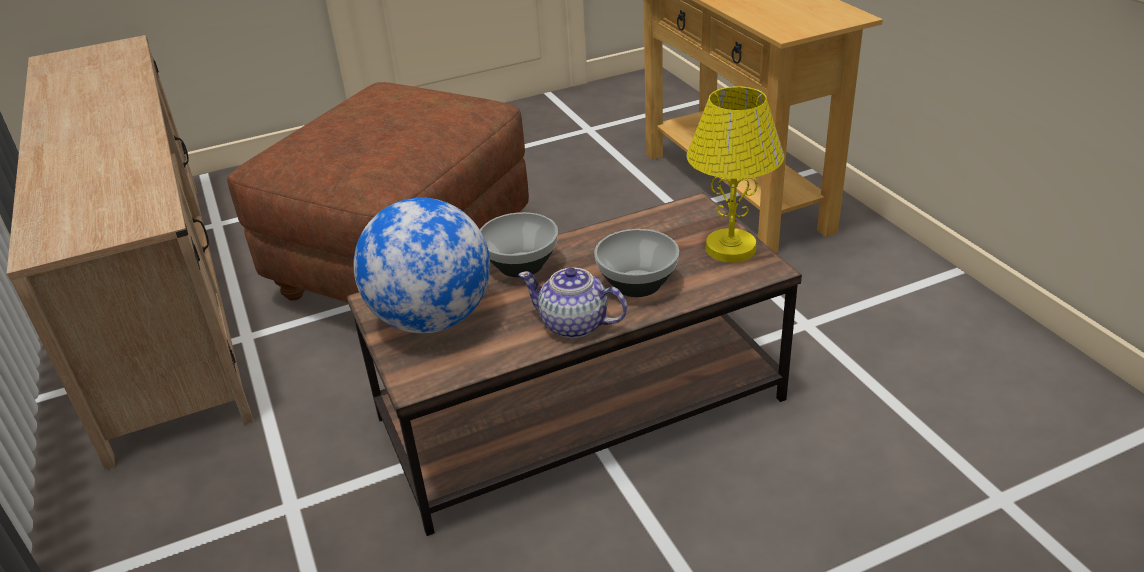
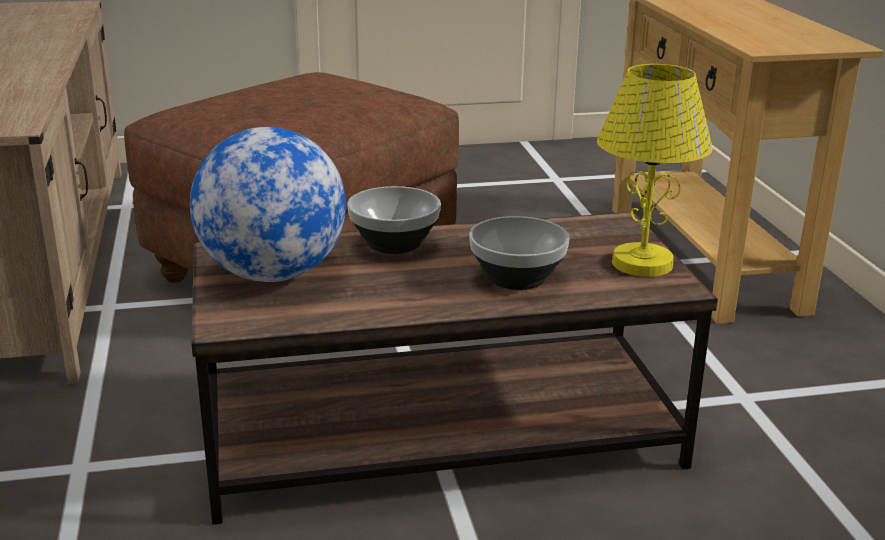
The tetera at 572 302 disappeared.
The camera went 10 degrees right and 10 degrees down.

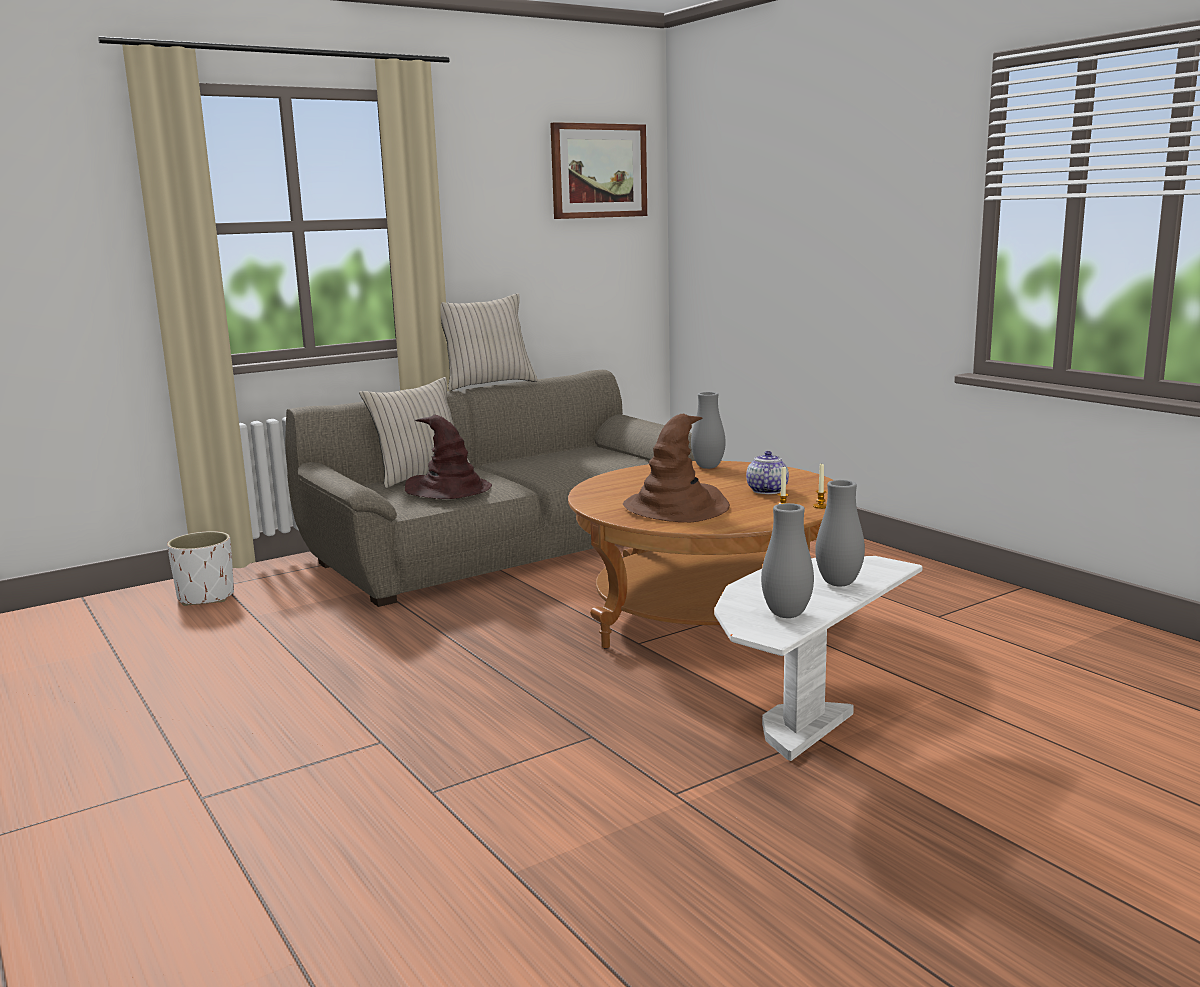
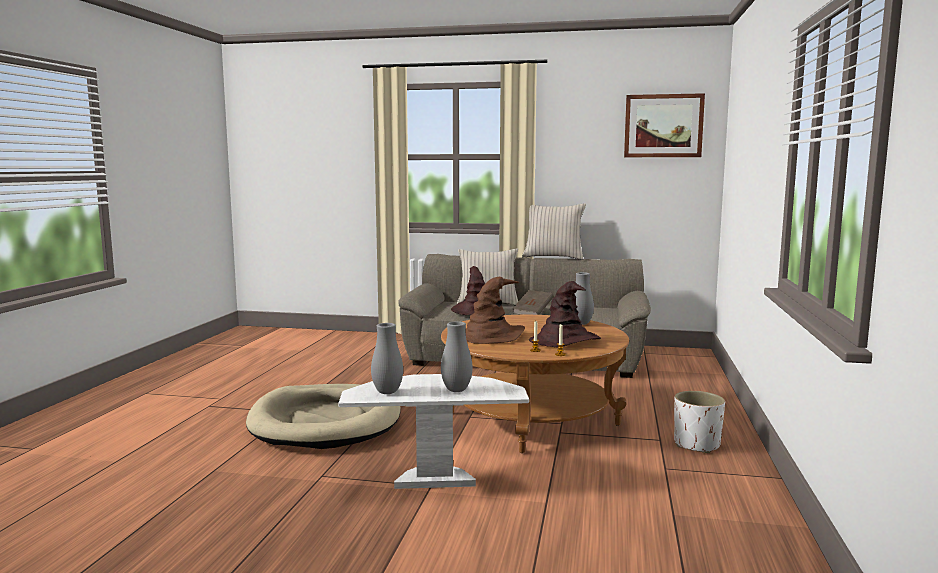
The cama para perro (beis) at 323 416 appeared.
The libro (marrón) at 533 302 appeared.
The maceta (blanco) moved from 200 568 to 699 422.
The tetera at 767 472 was replaced by the sombrero (marrón) at 565 314.
The camera went 45 degrees right and 5 degrees down.

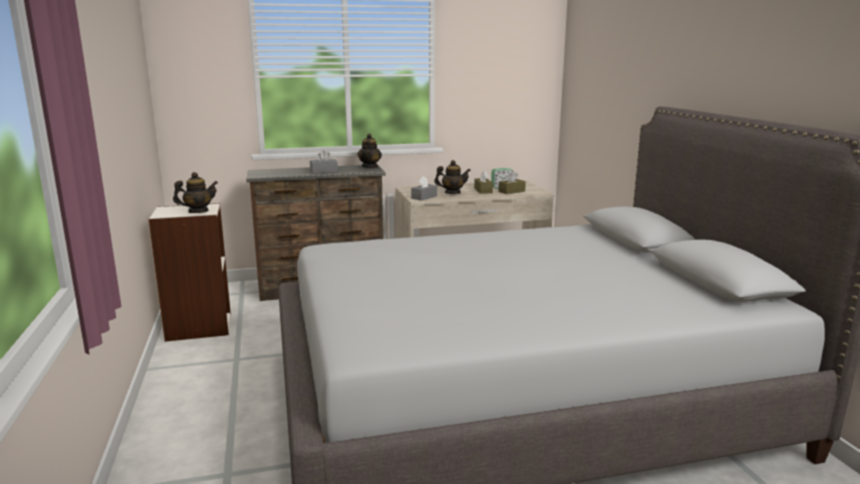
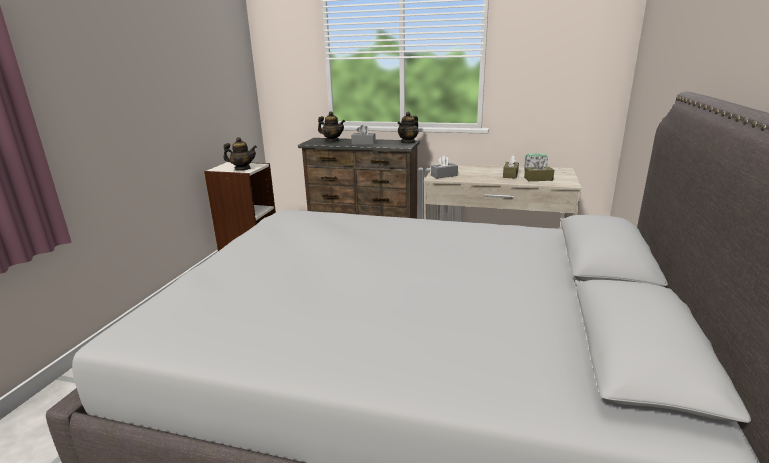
The tetera moved from 452 177 to 331 126.
The camera went 30 degrees right and 5 degrees up.

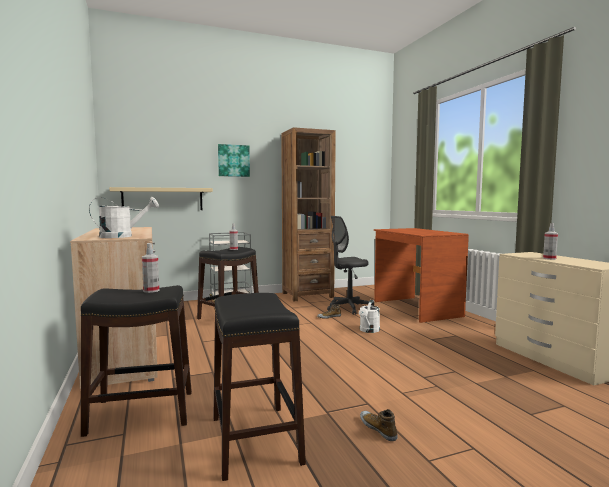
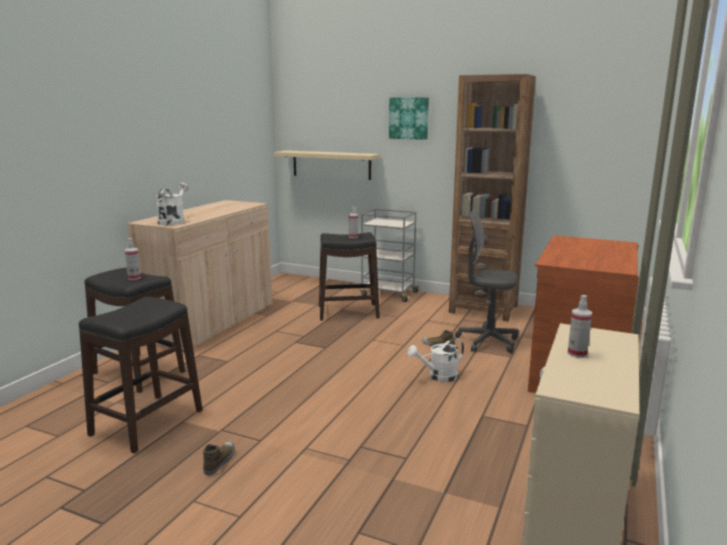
The regadera (blanco) at 124 217 turned 105 degrees counterclockwise.
The camera went 45 degrees right and 10 degrees up.

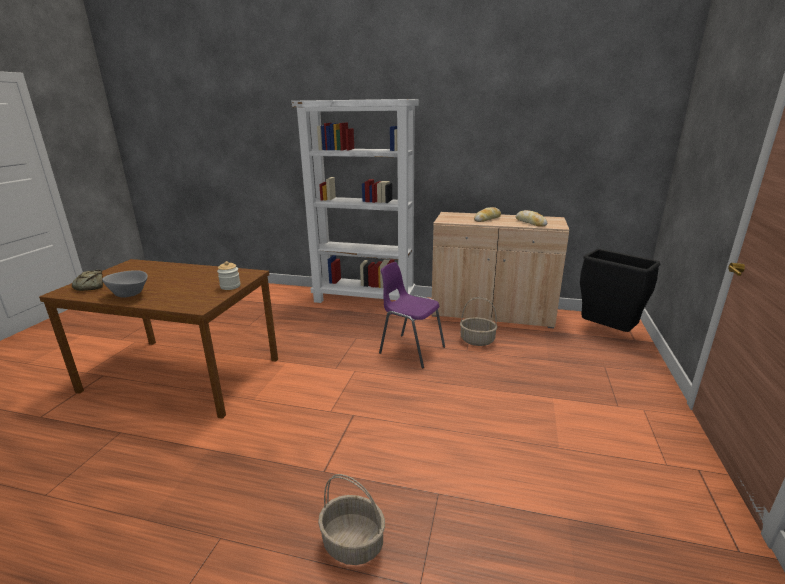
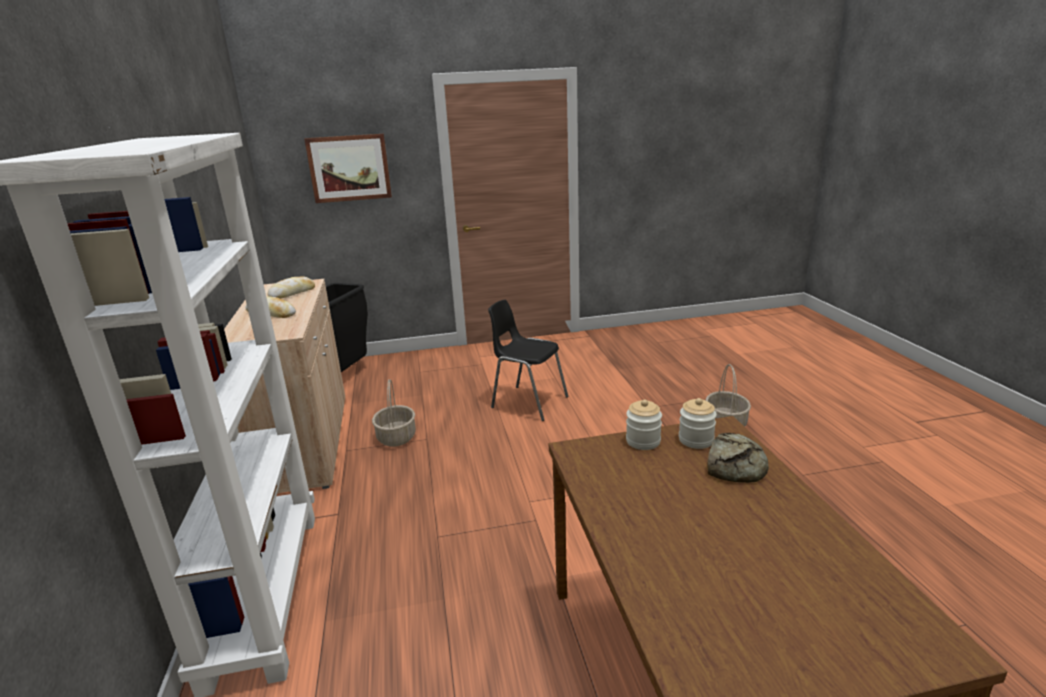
The cuenco (gris) at 125 284 disappeared.
The silla (morado) at 412 315 disappeared.
The cuadro at 348 168 appeared.
The silla (negro) at 528 360 appeared.
The tarro at 698 423 appeared.
The pan moved from 87 280 to 738 458.
The camera went 115 degrees left and 0 degrees up.

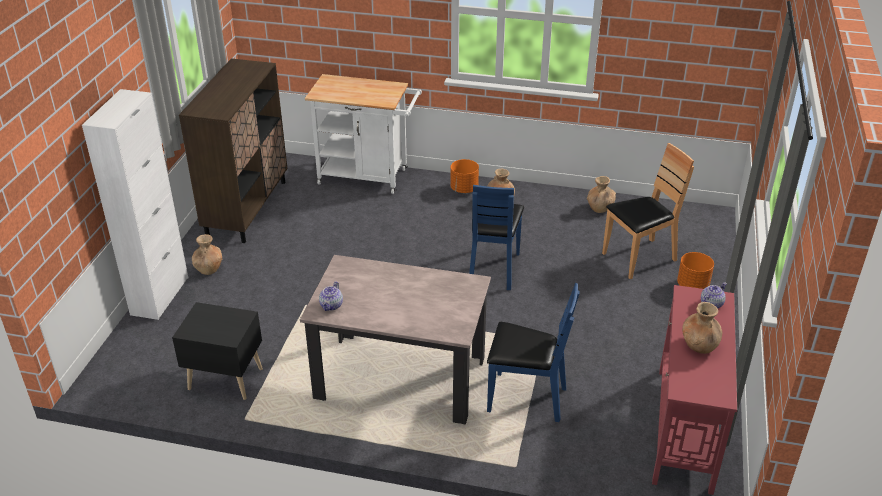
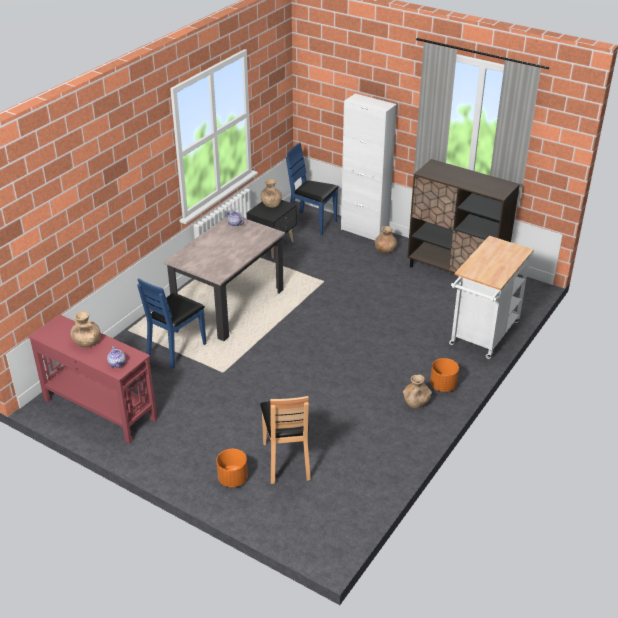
The silla (azul) moved from 496 237 to 312 189.
The florero (marrón) moved from 601 194 to 271 193.
The camera went 110 degrees right and 0 degrees up.

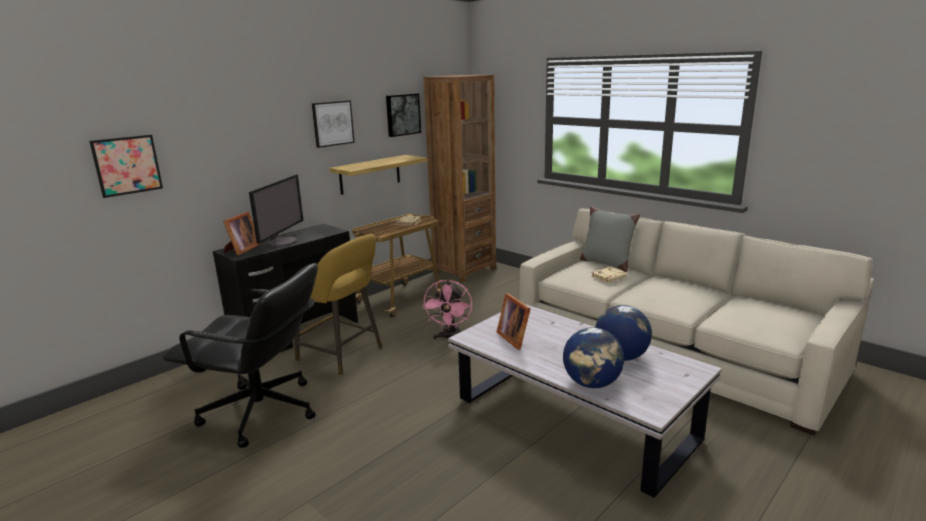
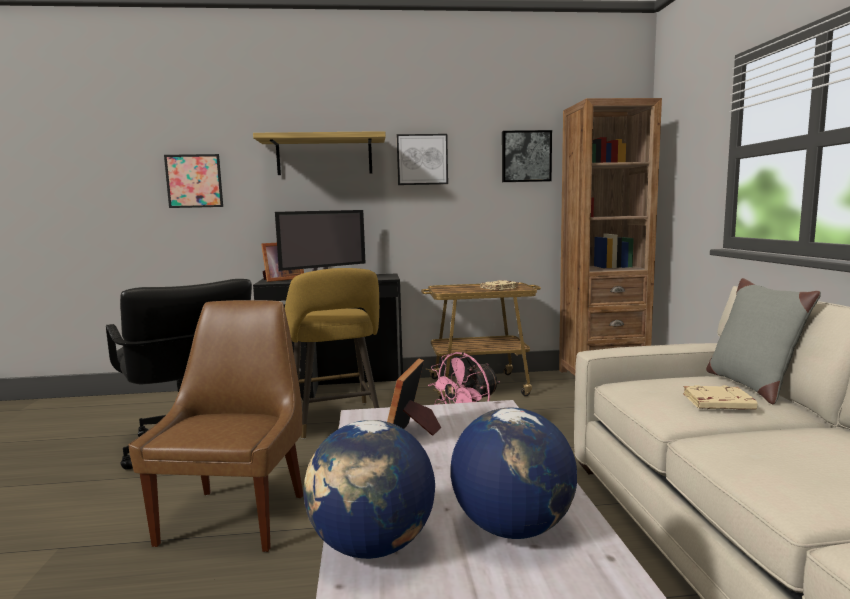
The silla (marrón) at 215 426 appeared.
The estante moved from 378 175 to 319 153.
The camera went 40 degrees right and 10 degrees down.

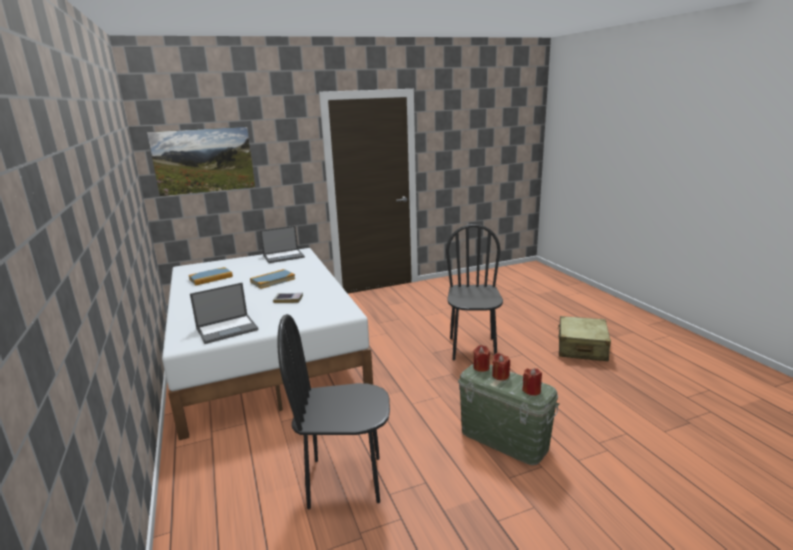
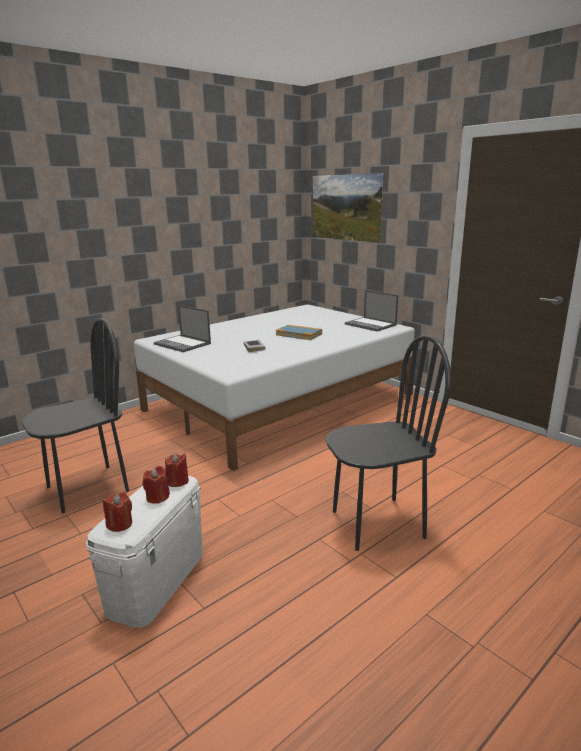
The libro at 210 276 disappeared.
The maleta (beis) at 584 338 disappeared.
The caja de almacenaje (verde) at 509 414 became the caja de almacenaje (blanco) at 144 551.
The silla (negro) at 333 411 turned 75 degrees clockwise.
The camera went 70 degrees right and 0 degrees up.

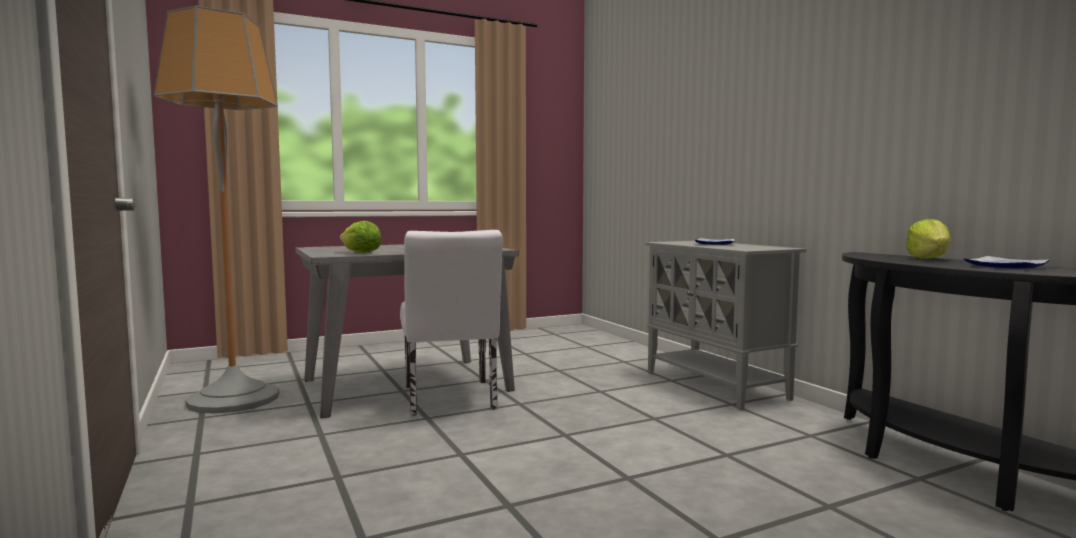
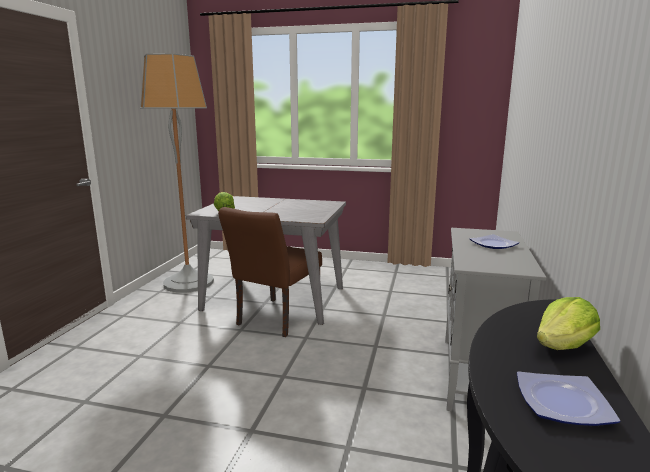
The silla (blanco) at 451 323 became the silla (marrón) at 270 272.
The camera went 40 degrees right and 10 degrees up.

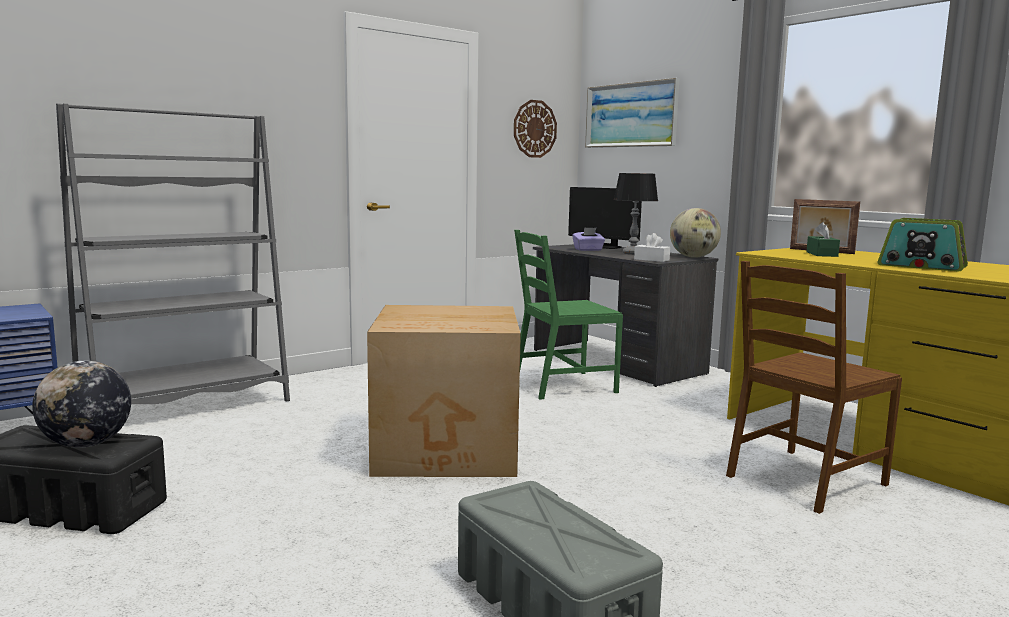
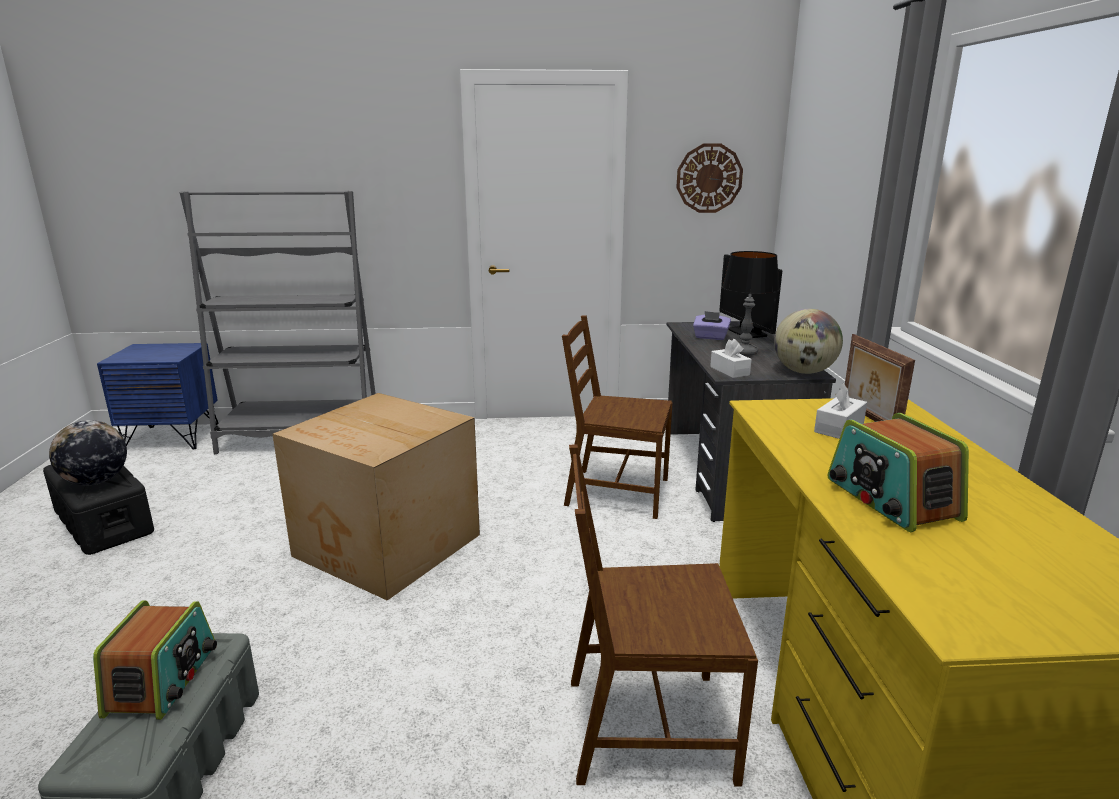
The cuadro at 632 113 disappeared.
The radio at 155 660 appeared.
The silla (verde) at 568 315 became the silla (marrón) at 617 417.
The caja de pañuelos (verde) at 823 239 became the caja de pañuelos (blanco) at 840 411.
The camera went 35 degrees right and 10 degrees up.

